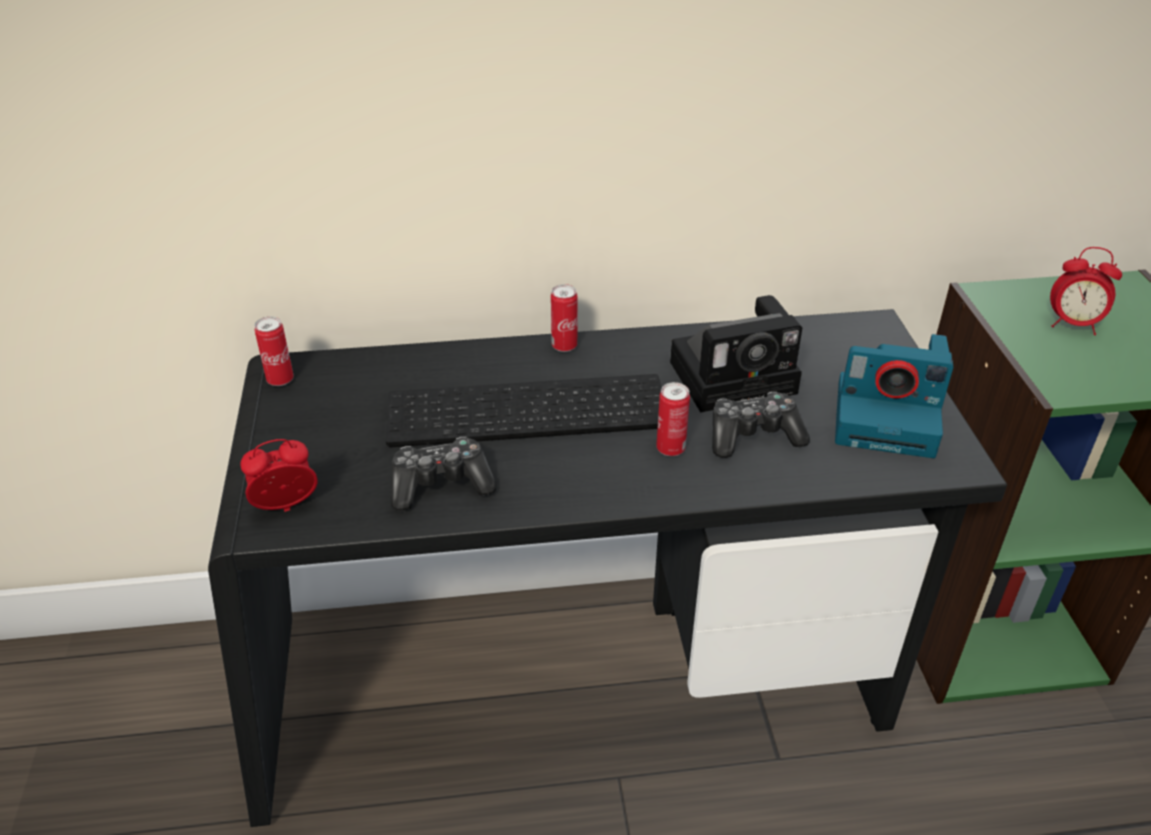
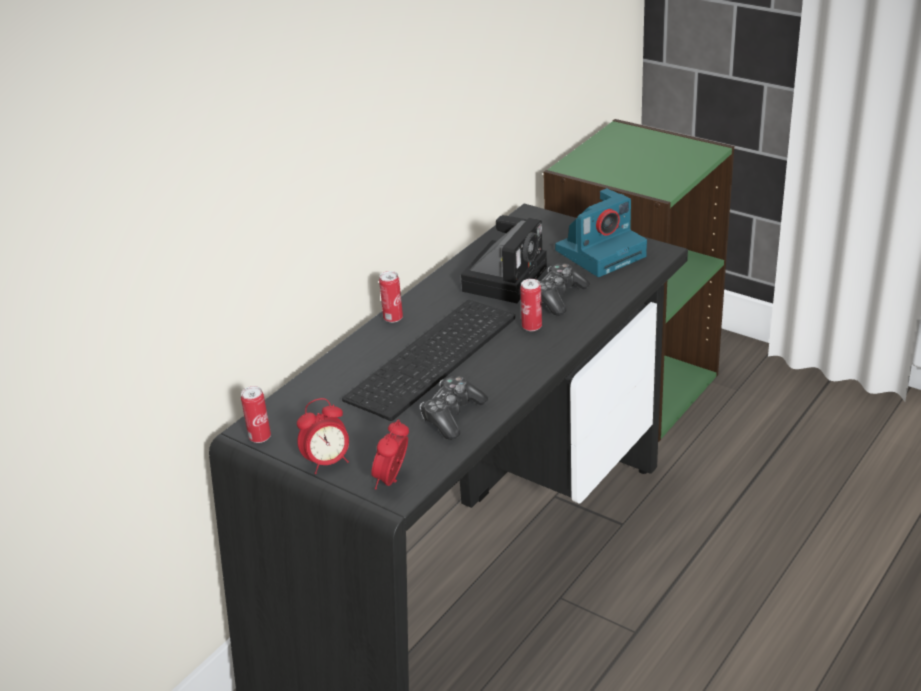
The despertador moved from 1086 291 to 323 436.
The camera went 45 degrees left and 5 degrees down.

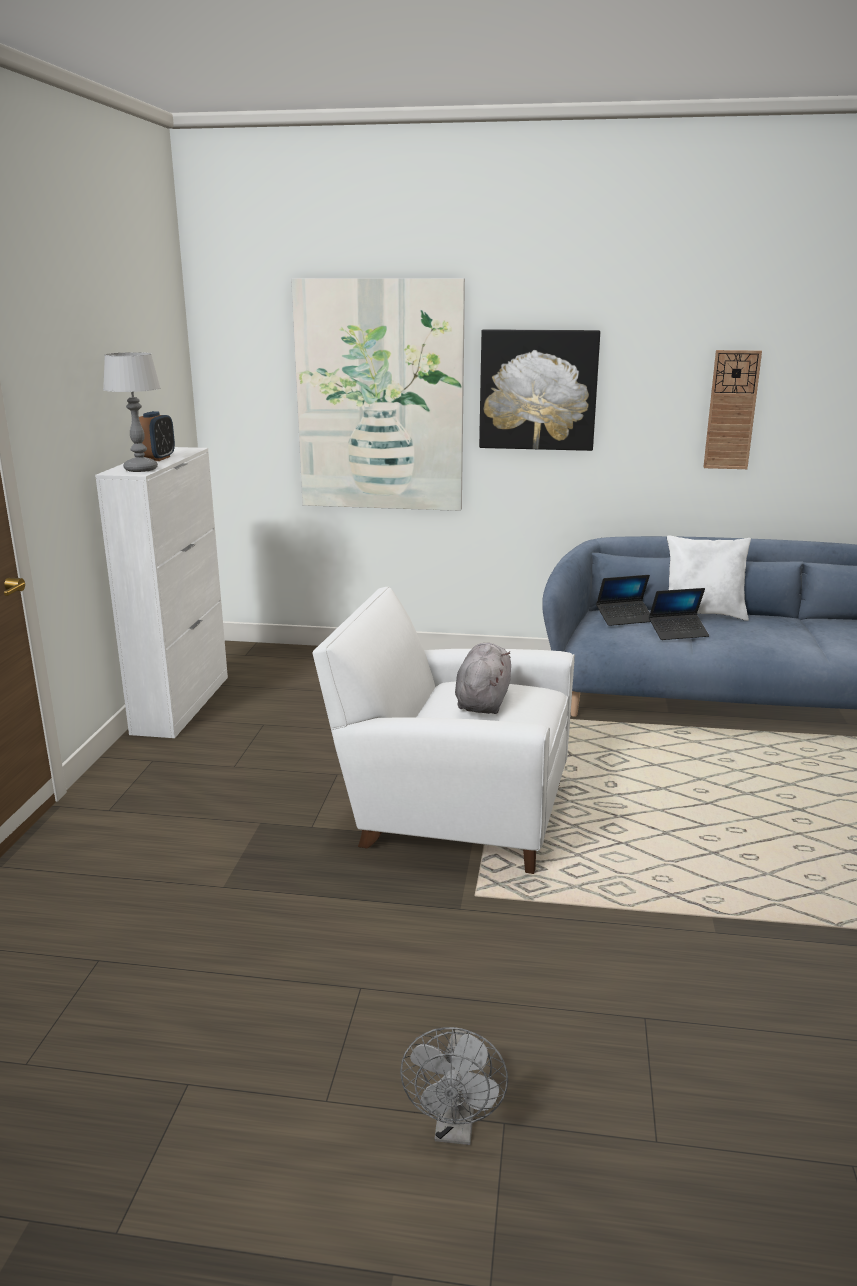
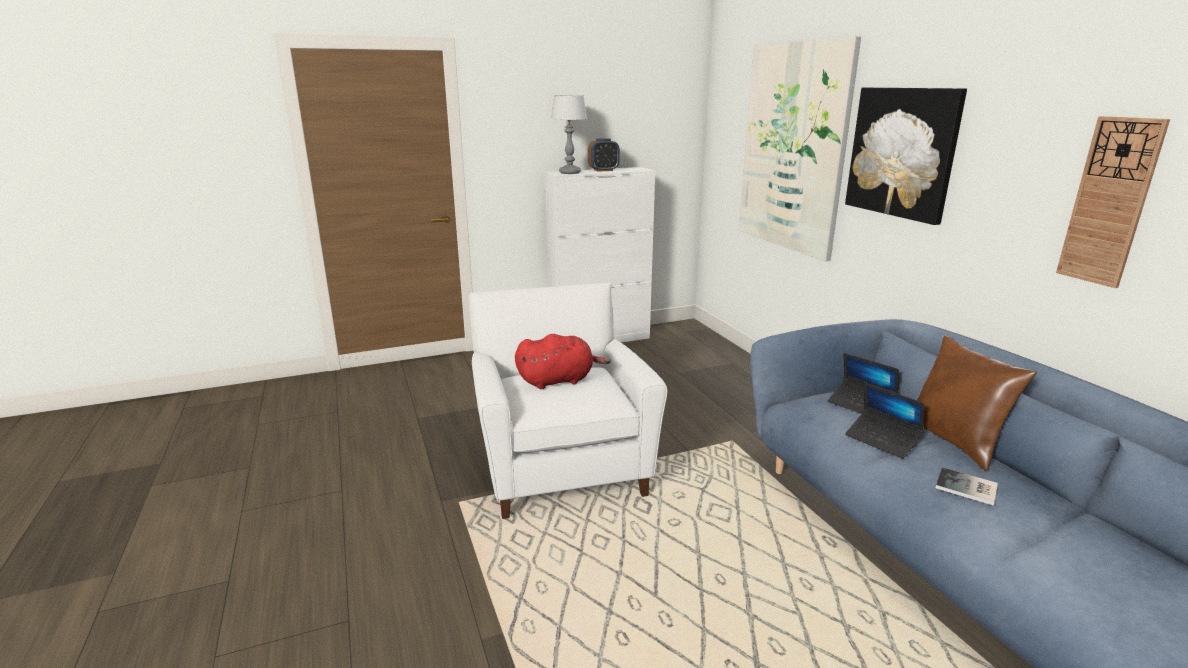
The ventilador (gris) at 454 1086 disappeared.
The libro at 967 486 appeared.
The peluche (gris) at 483 678 became the peluche (rojo) at 563 361.
The cojín (blanco) at 709 578 became the cojín (marrón) at 977 403.
The camera went 60 degrees right and 0 degrees up.

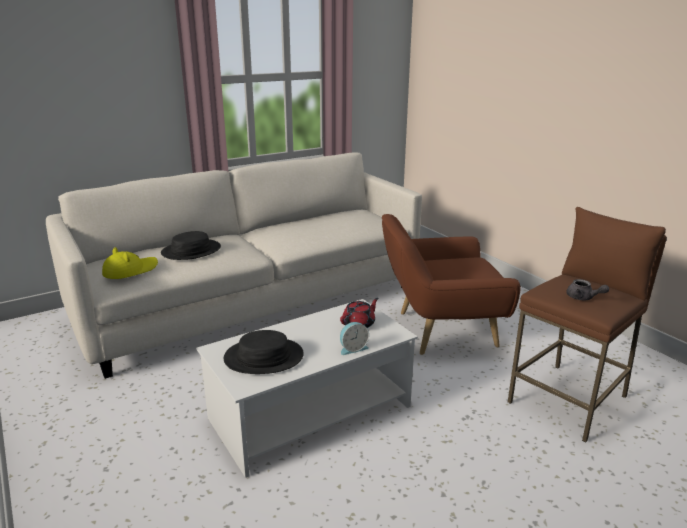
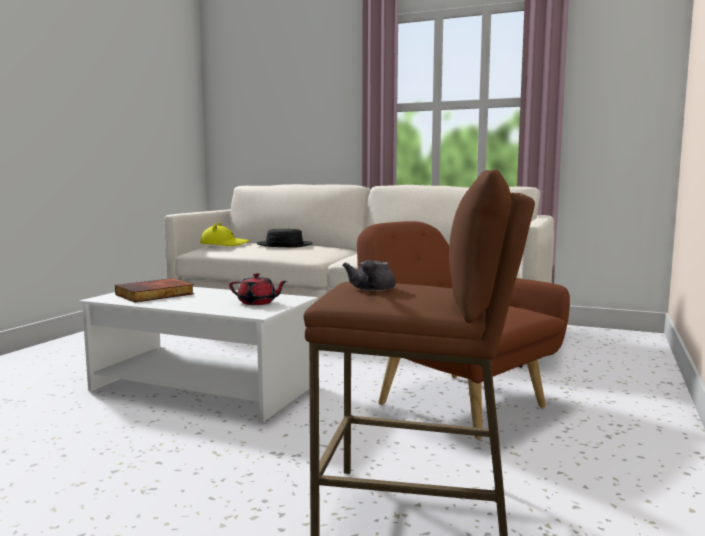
The despertador at 354 338 disappeared.
The sombrero (negro) at 264 352 was replaced by the libro at 154 290.
The camera went 55 degrees right and 15 degrees down.

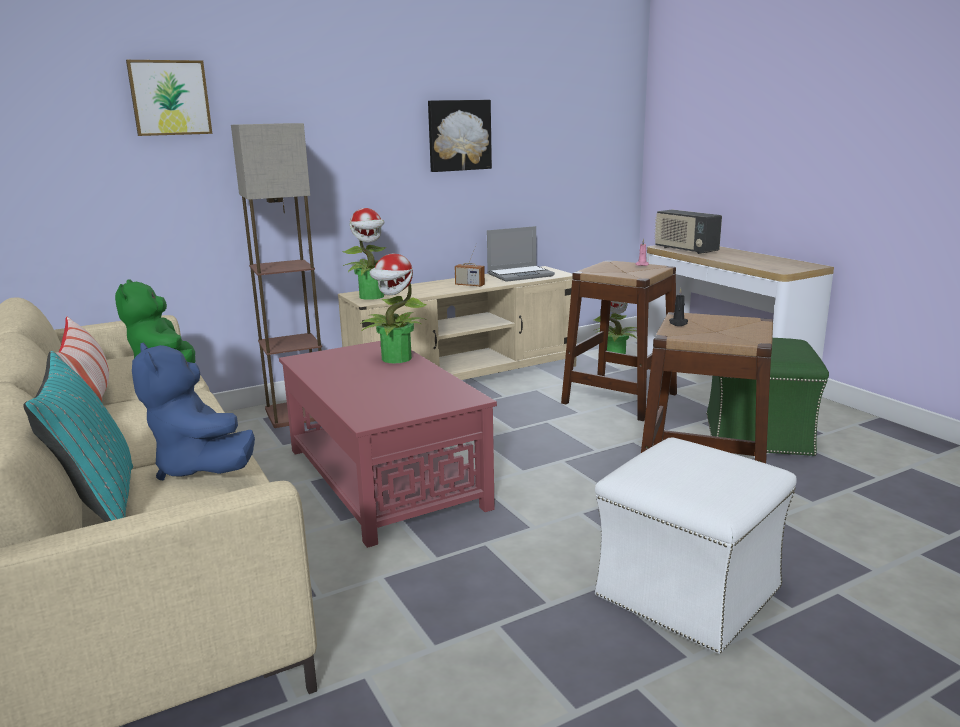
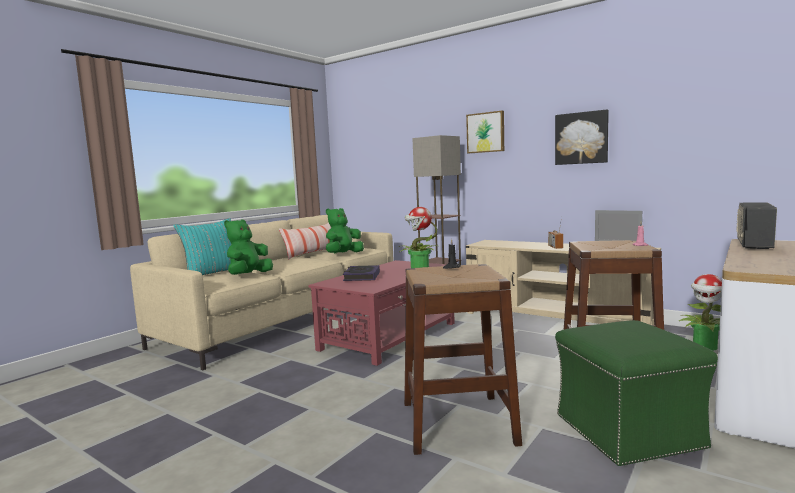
The planta en maceta at 364 254 disappeared.
The puf (blanco) at 696 545 disappeared.
The libro at 361 273 appeared.
The cuadro moved from 169 98 to 485 132.
The peluche (azul) at 193 411 became the peluche (verde) at 248 247.
The camera went 65 degrees right and 10 degrees down.

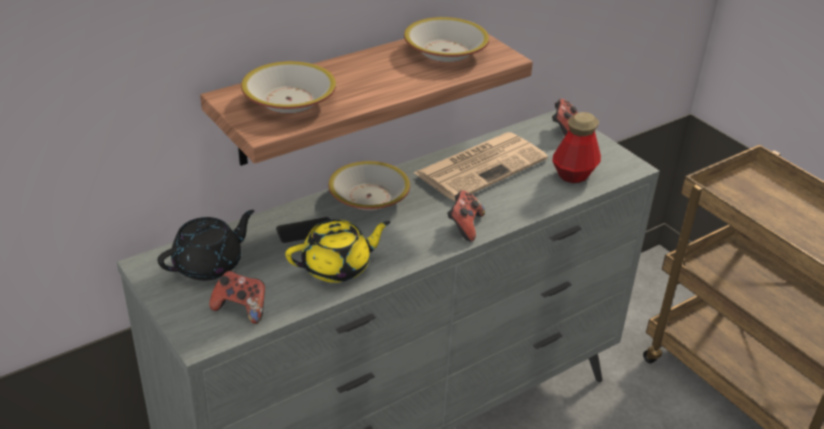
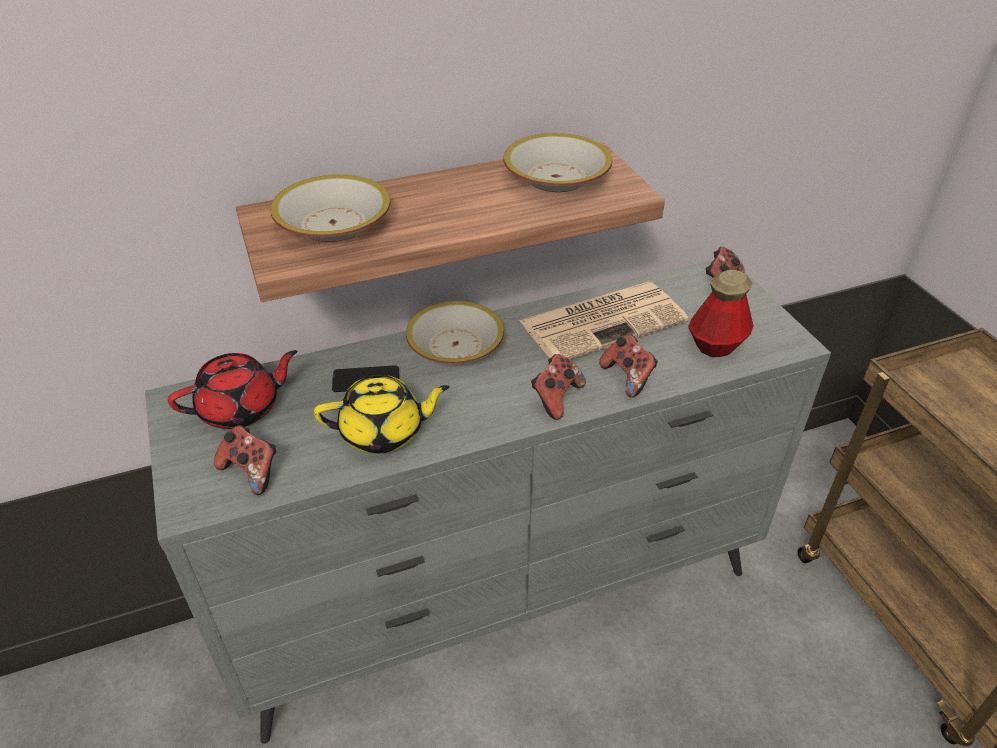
The mando de consola at 628 366 appeared.
The tetera (negro) at 206 245 became the tetera (rojo) at 232 389.
The camera went 15 degrees right and 5 degrees up.

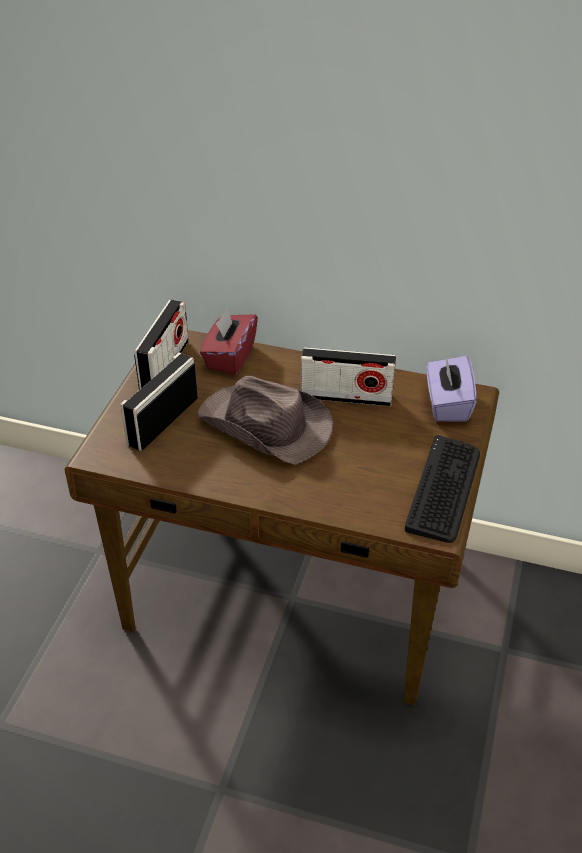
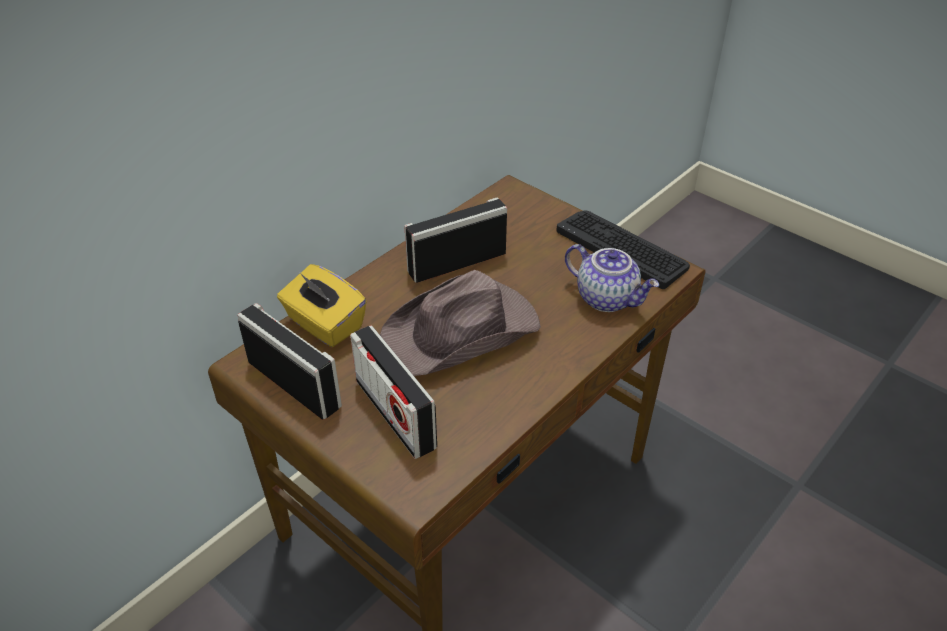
The caja de pañuelos (morado) at 451 389 disappeared.
The tetera at 612 278 appeared.
The caja de pañuelos (rojo) at 229 341 became the caja de pañuelos (amarillo) at 322 305.
The radio at 348 376 turned 150 degrees counterclockwise.
The camera went 65 degrees left and 0 degrees up.

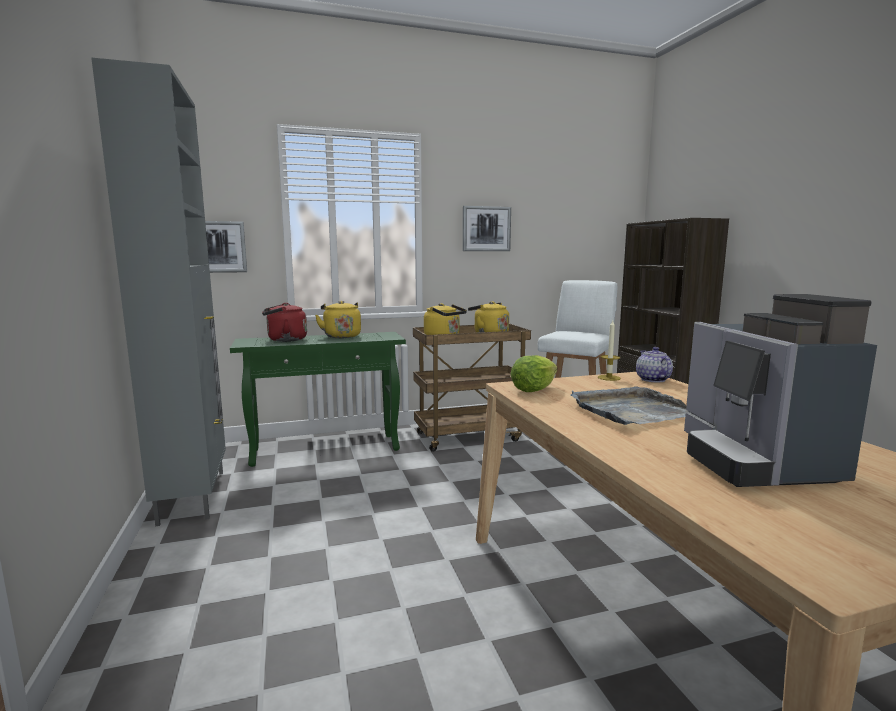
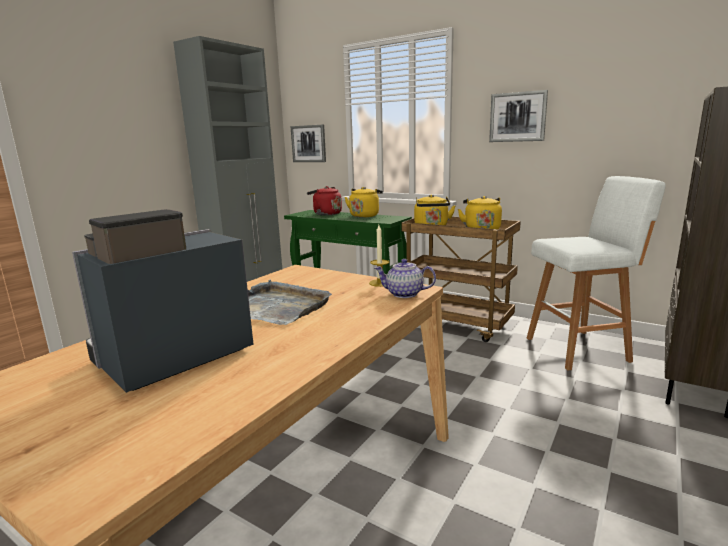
The lechuga at 533 373 disappeared.
The tetera at 654 364 turned 120 degrees counterclockwise.
The camera went 50 degrees right and 5 degrees up.

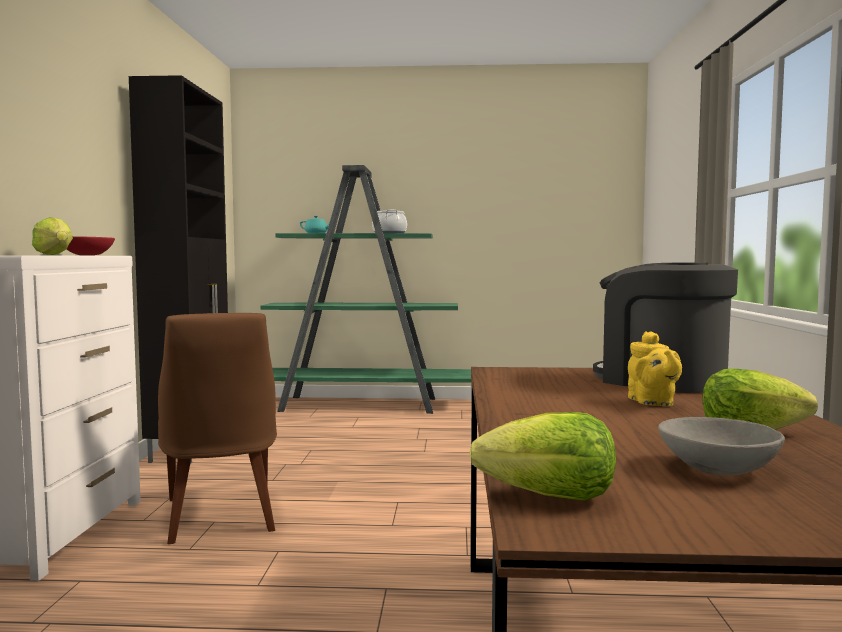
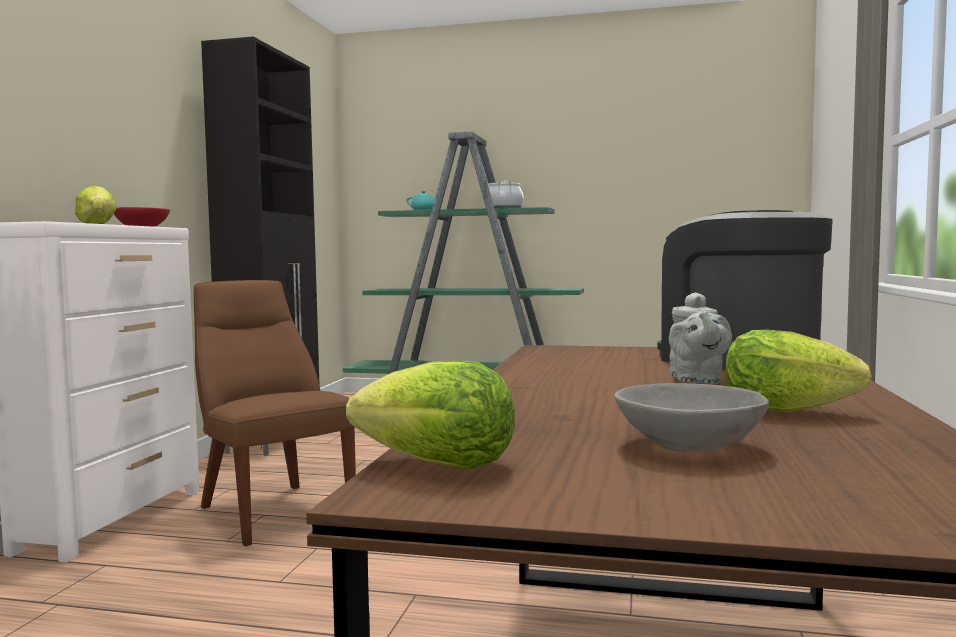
The tetera (amarillo) at 655 368 became the tetera (gris) at 700 338.
The silla (marrón) at 217 428 turned 150 degrees clockwise.
The camera went 10 degrees right and 0 degrees up.

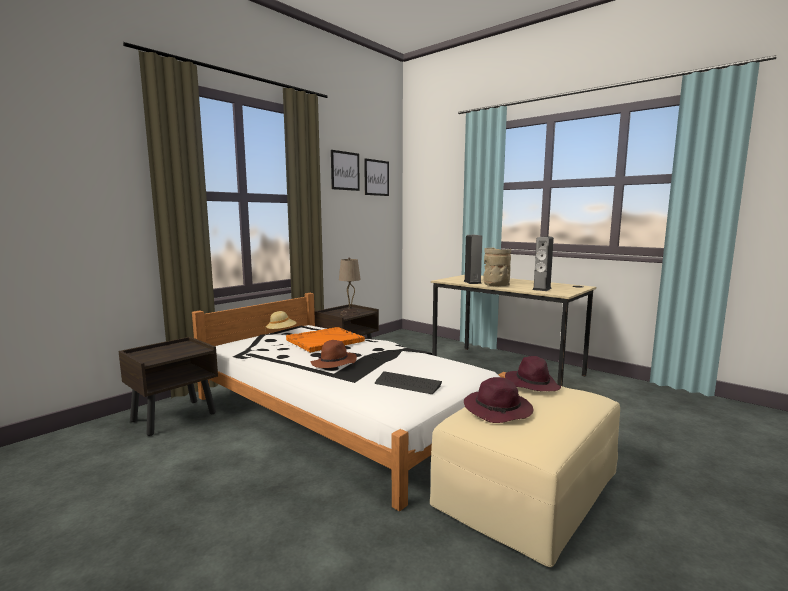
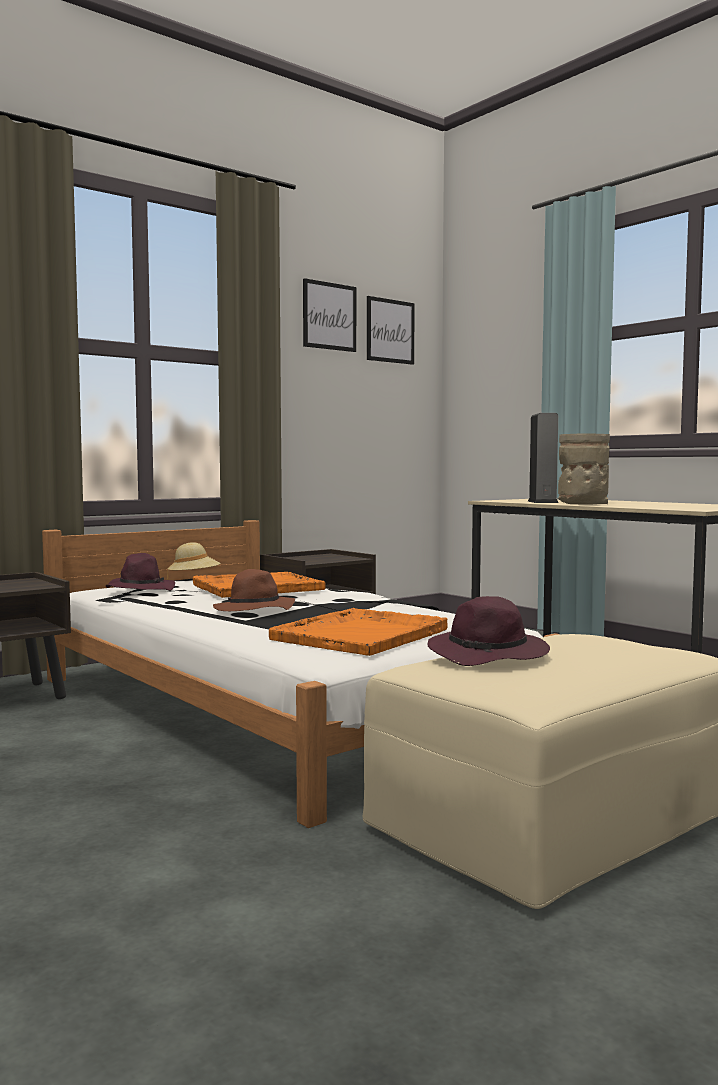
The lámpara de mesa (beis) at 350 287 disappeared.
The altavoz at 543 263 disappeared.
The sombrero (morado) moved from 533 373 to 140 572.
The teclado at 408 382 was replaced by the bandeja (naranja) at 358 632.
The camera went 10 degrees right and 5 degrees down.

